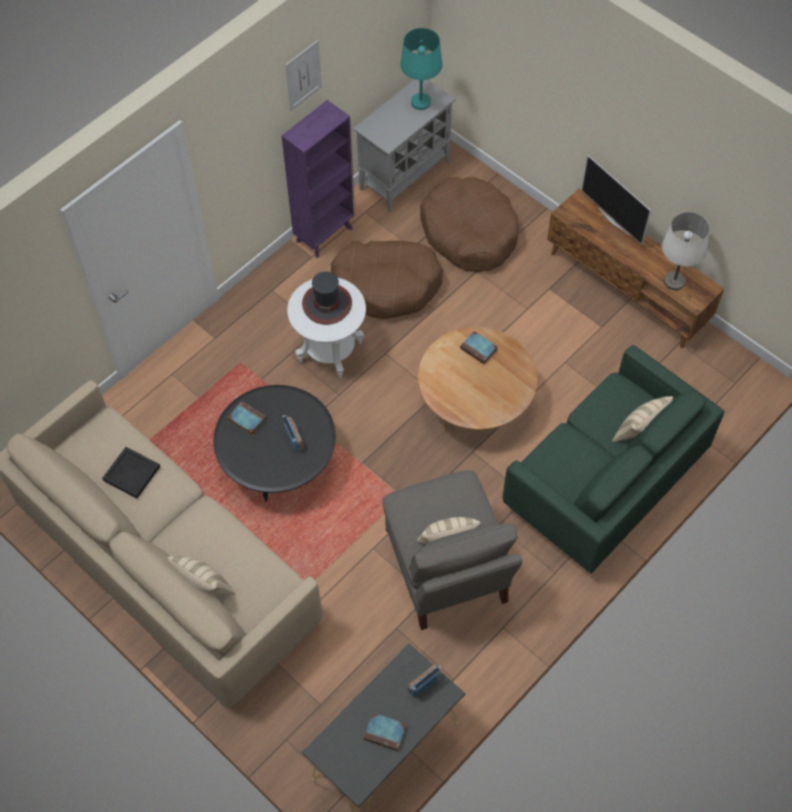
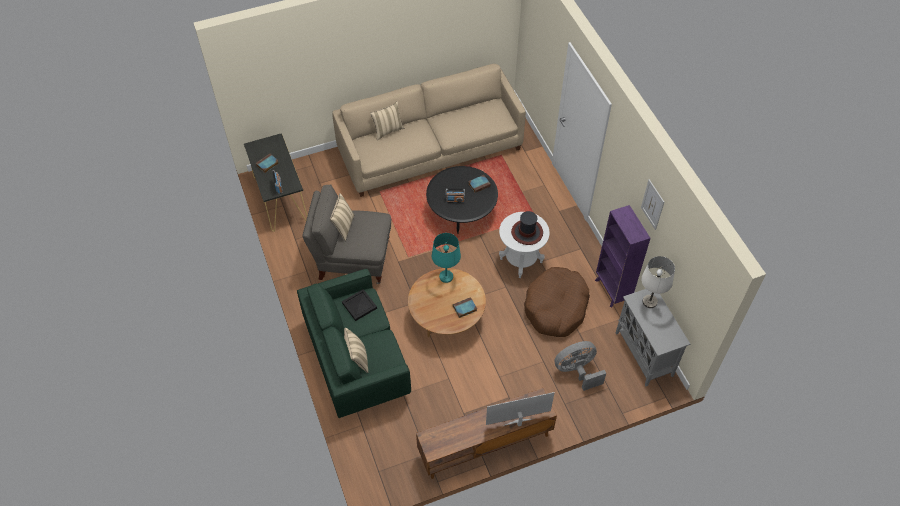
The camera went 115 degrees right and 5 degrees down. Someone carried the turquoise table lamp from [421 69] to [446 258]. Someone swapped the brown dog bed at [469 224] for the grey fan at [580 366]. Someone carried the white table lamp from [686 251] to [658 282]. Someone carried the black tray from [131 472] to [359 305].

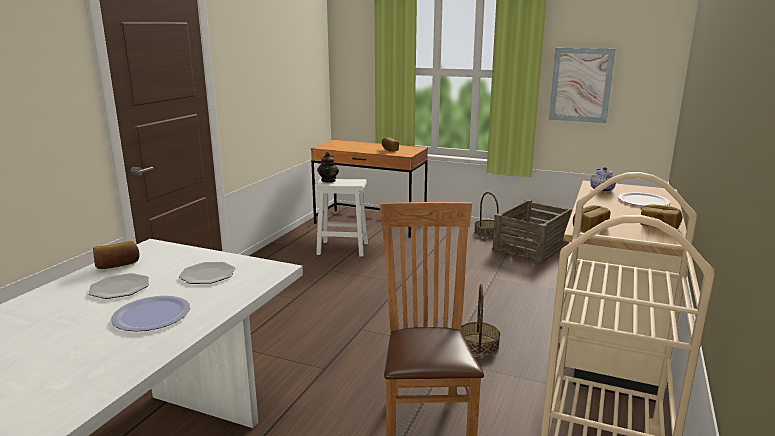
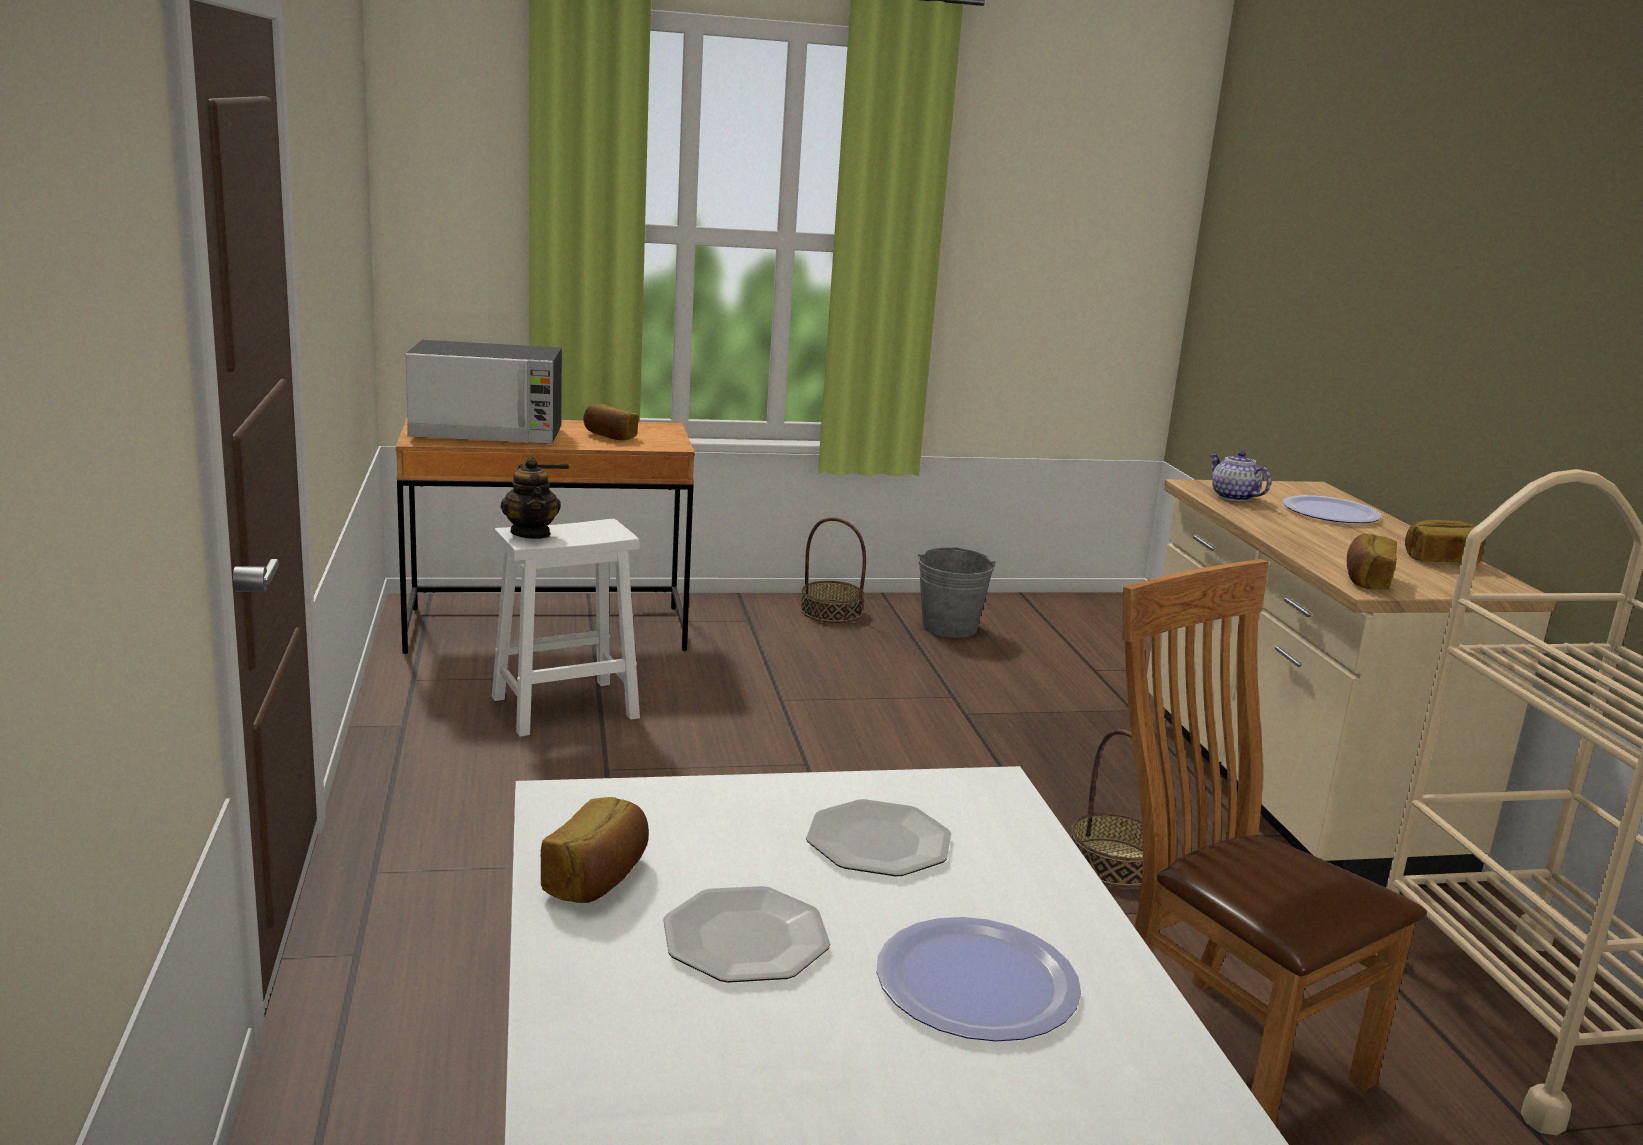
The camera went 35 degrees left and 0 degrees up. Someone took away the picture at [582 85]. Someone swapped the crate at [532 231] for the grey bucket at [957 592]. Someone put down the microwave at [484 392].

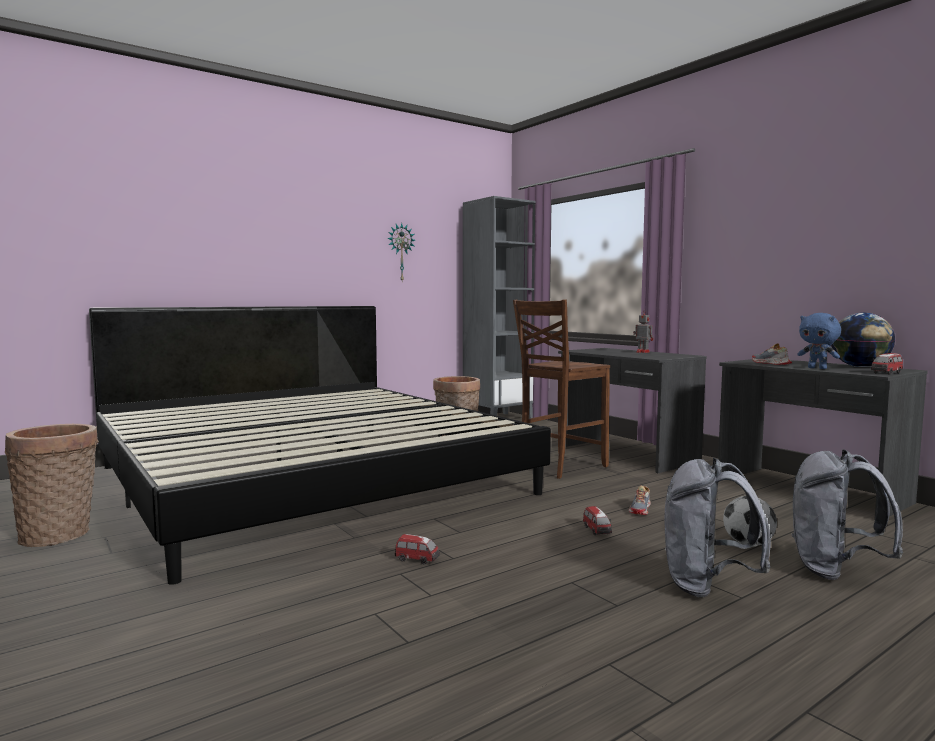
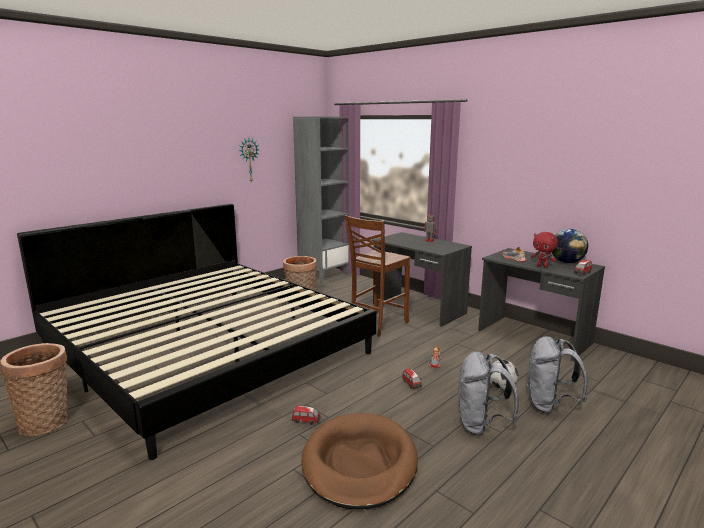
The camera went 10 degrees left and 10 degrees up. Someone repainted the blue plush toy at [819 341], which became the red plush toy at [544 250]. Someone put down the brown dog bed at [360 461].

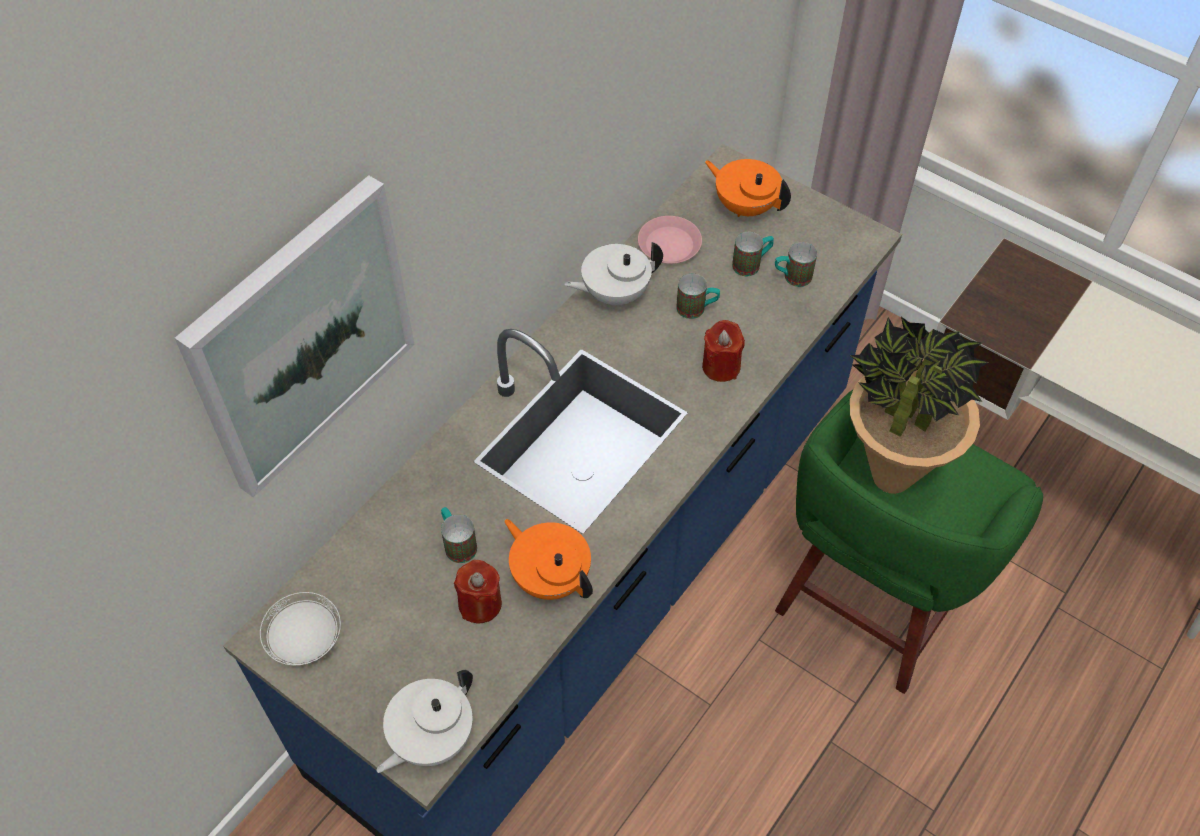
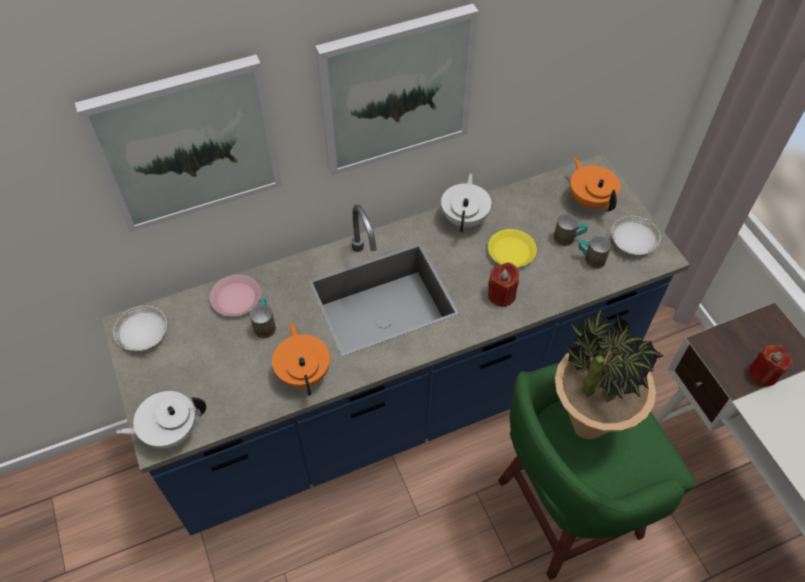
The camera went 30 degrees right and 0 degrees up. Someone carried the pink plate from [670 240] to [235 296]. Someone rotated the white teapot at [613 274] by 90 degrees clockwise. Someone swapped the mug at [698 296] for the yellow plate at [512 248]. Someone carried the red candle from [478 591] to [771 365]. Someone put up the picture at [397 90]. Someone put down the white plate at [636 235].

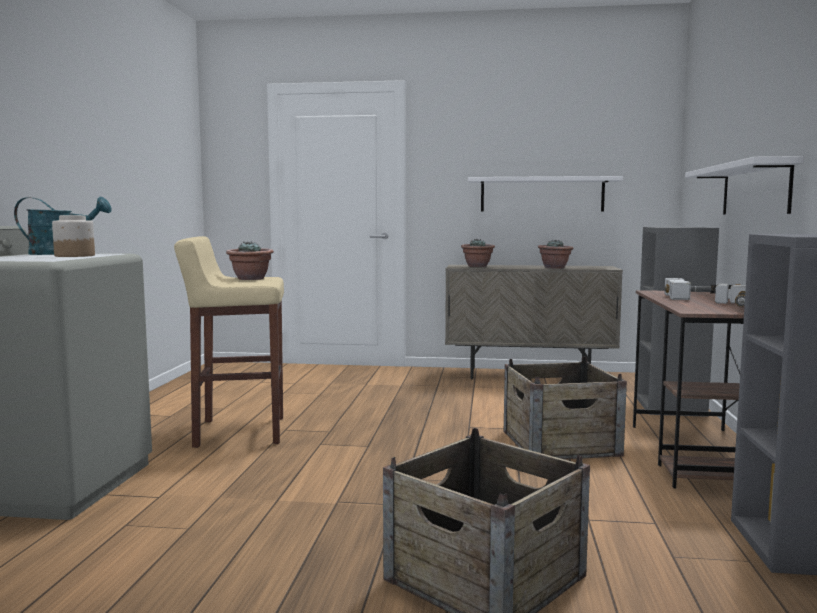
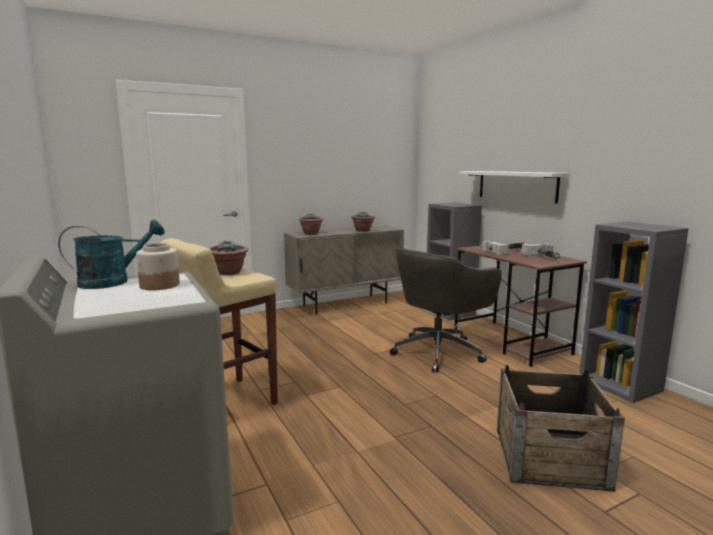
The camera went 35 degrees left and 5 degrees up. Someone took away the white shelf at [545 194]. Someone swapped the crate at [565 407] for the grey office chair at [445 310].

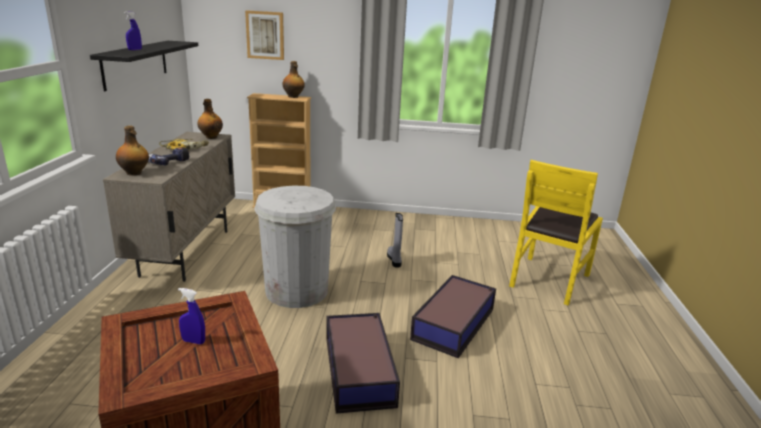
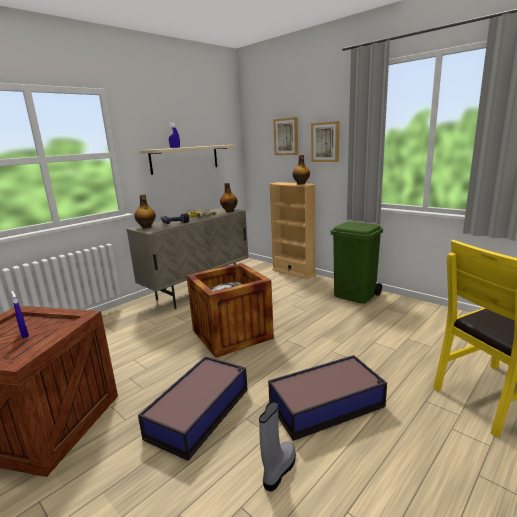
The camera went 40 degrees right and 5 degrees down. Someone repainted the black shelf at [144 66], which became the beige shelf at [188 160]. Someone swapped the white trash can at [295 247] for the crate at [230 310]. Someone carried the grey boot from [395 240] to [277 446]. Someone put up the picture at [325 141]. Someone put down the green trash can at [357 262].

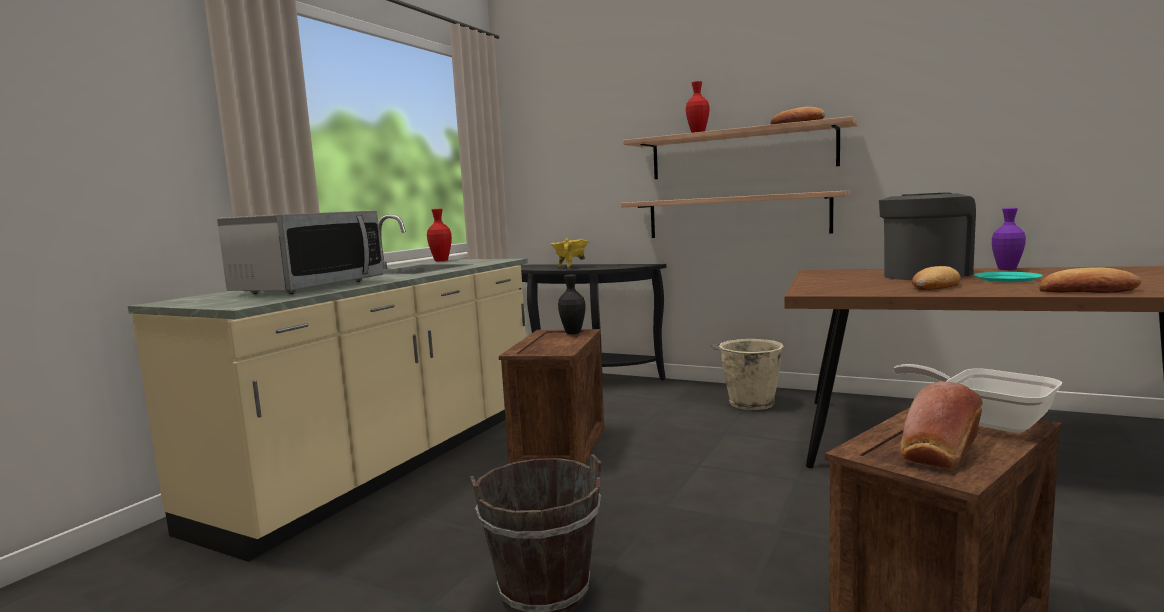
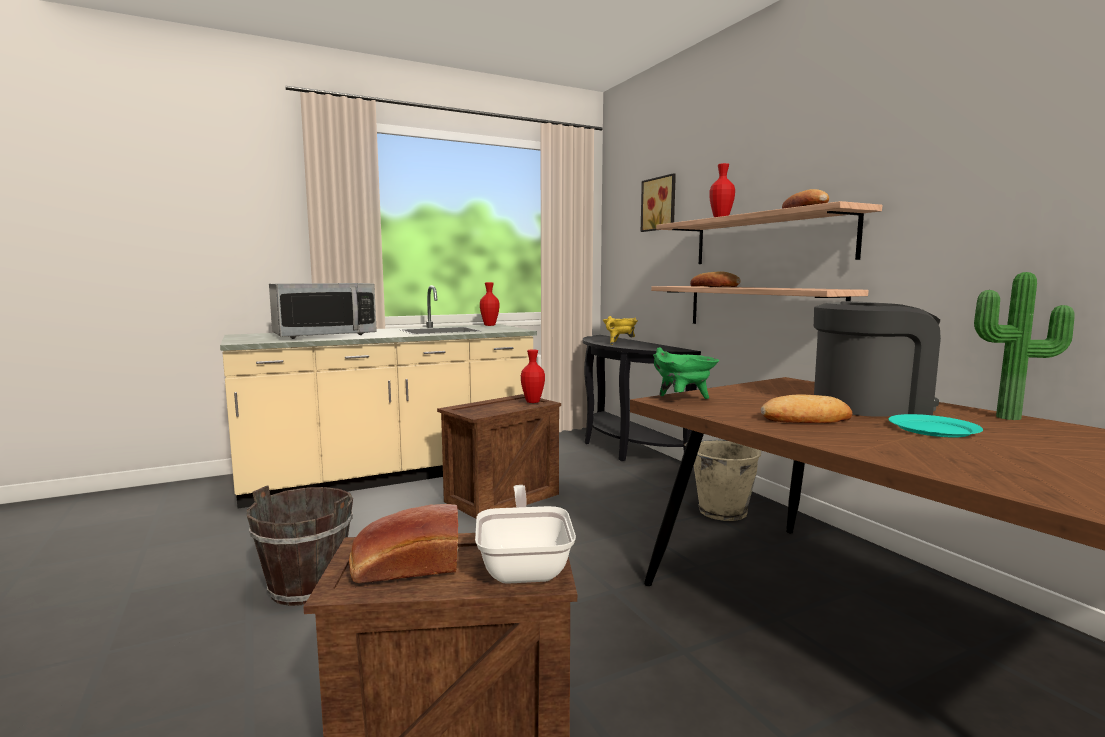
The camera went 35 degrees right and 0 degrees up. Someone swapped the purple vase at [1009 239] for the potted plant at [1024 346]. Someone carried the bread from [1090 280] to [715 279]. Someone repainted the black vase at [571 304], which became the red vase at [533 376]. Someone put up the picture at [658 202]. Someone put down the green cooking pot at [686 373].

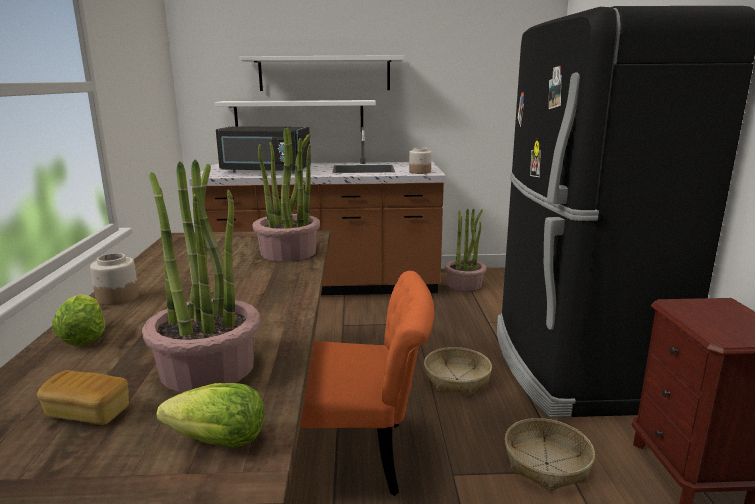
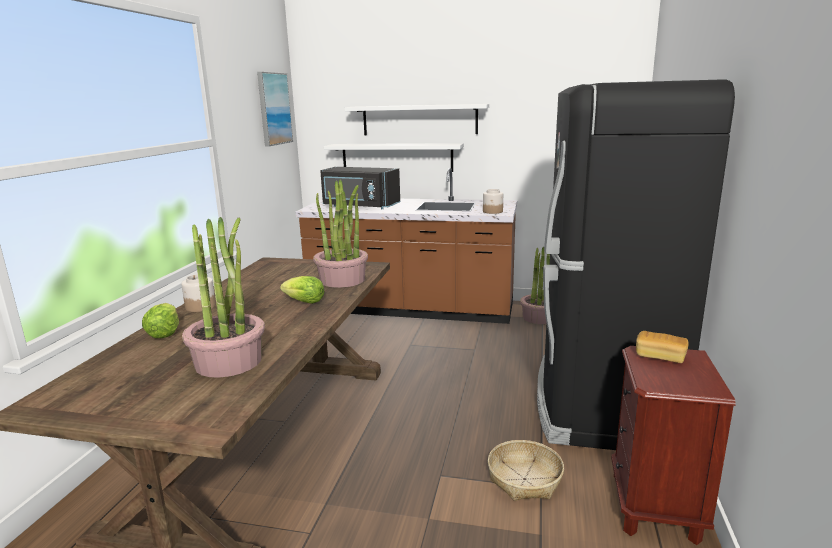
The camera went 15 degrees right and 0 degrees up. Someone took away the orange chair at [367 383]. Someone took away the basket at [458 371]. Someone carried the bread from [83 397] to [662 347]. Someone carried the lettuce from [211 415] to [302 290]. Someone put up the picture at [275 109].

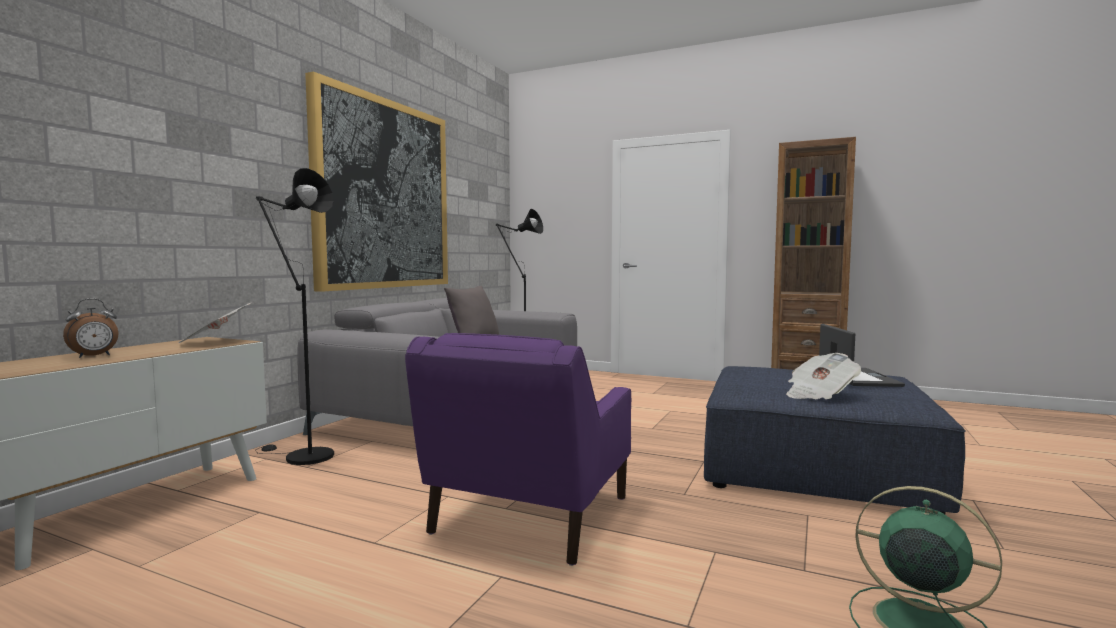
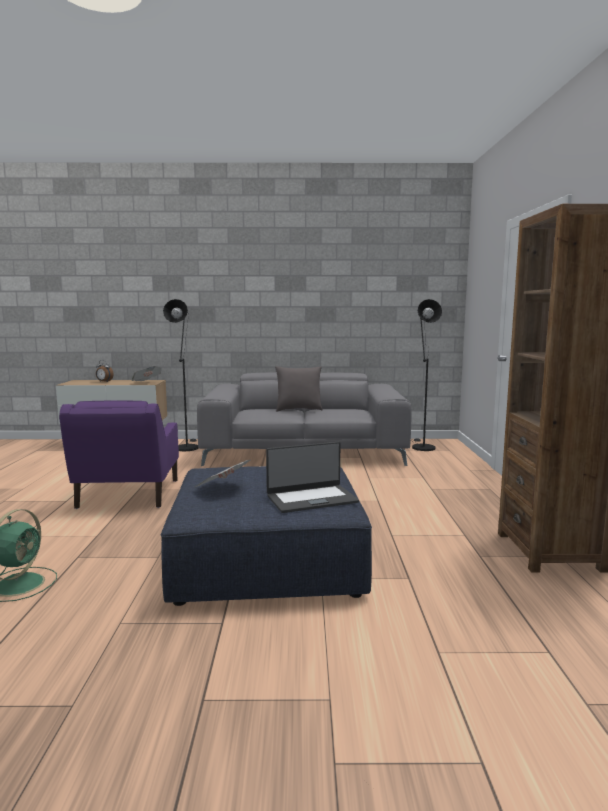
The camera went 65 degrees right and 5 degrees up. Someone took away the picture at [376 181]. Someone rotated the purple armchair at [518 449] by 90 degrees counterclockwise.

